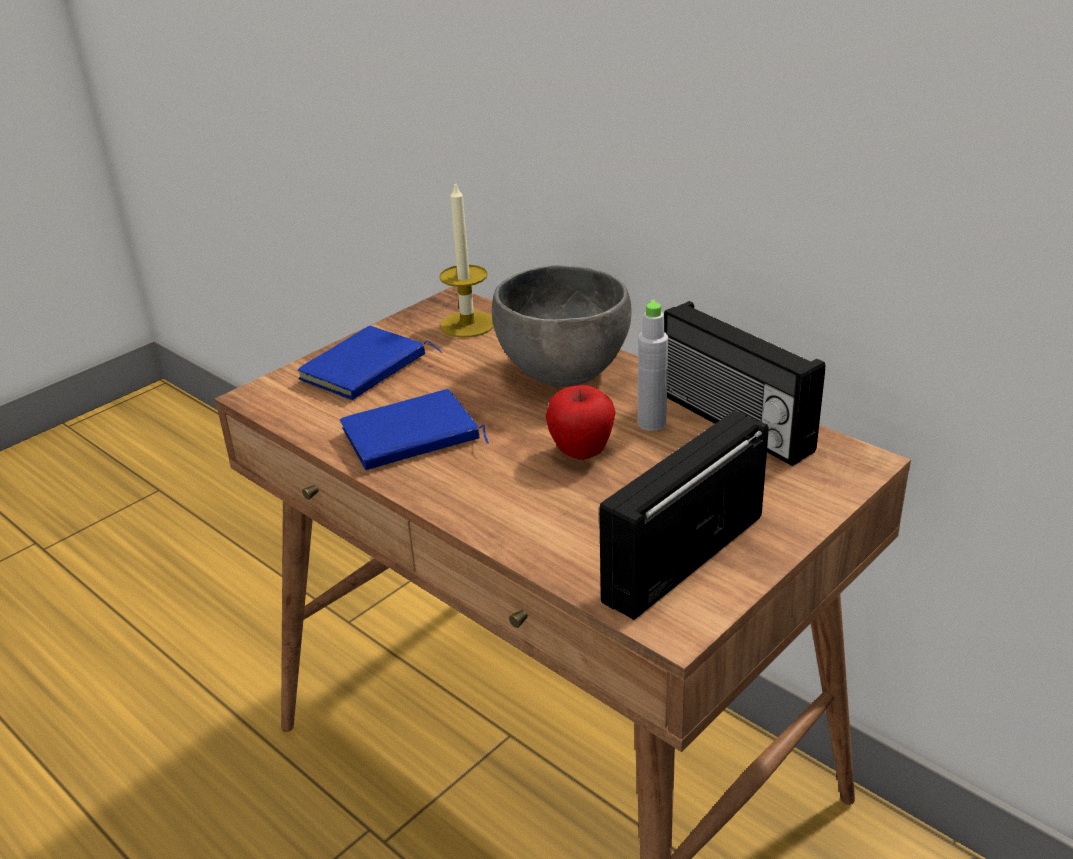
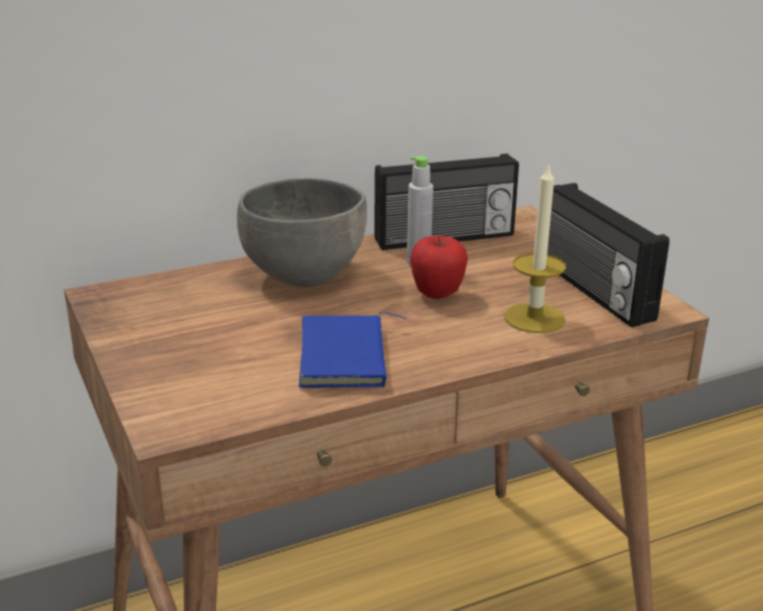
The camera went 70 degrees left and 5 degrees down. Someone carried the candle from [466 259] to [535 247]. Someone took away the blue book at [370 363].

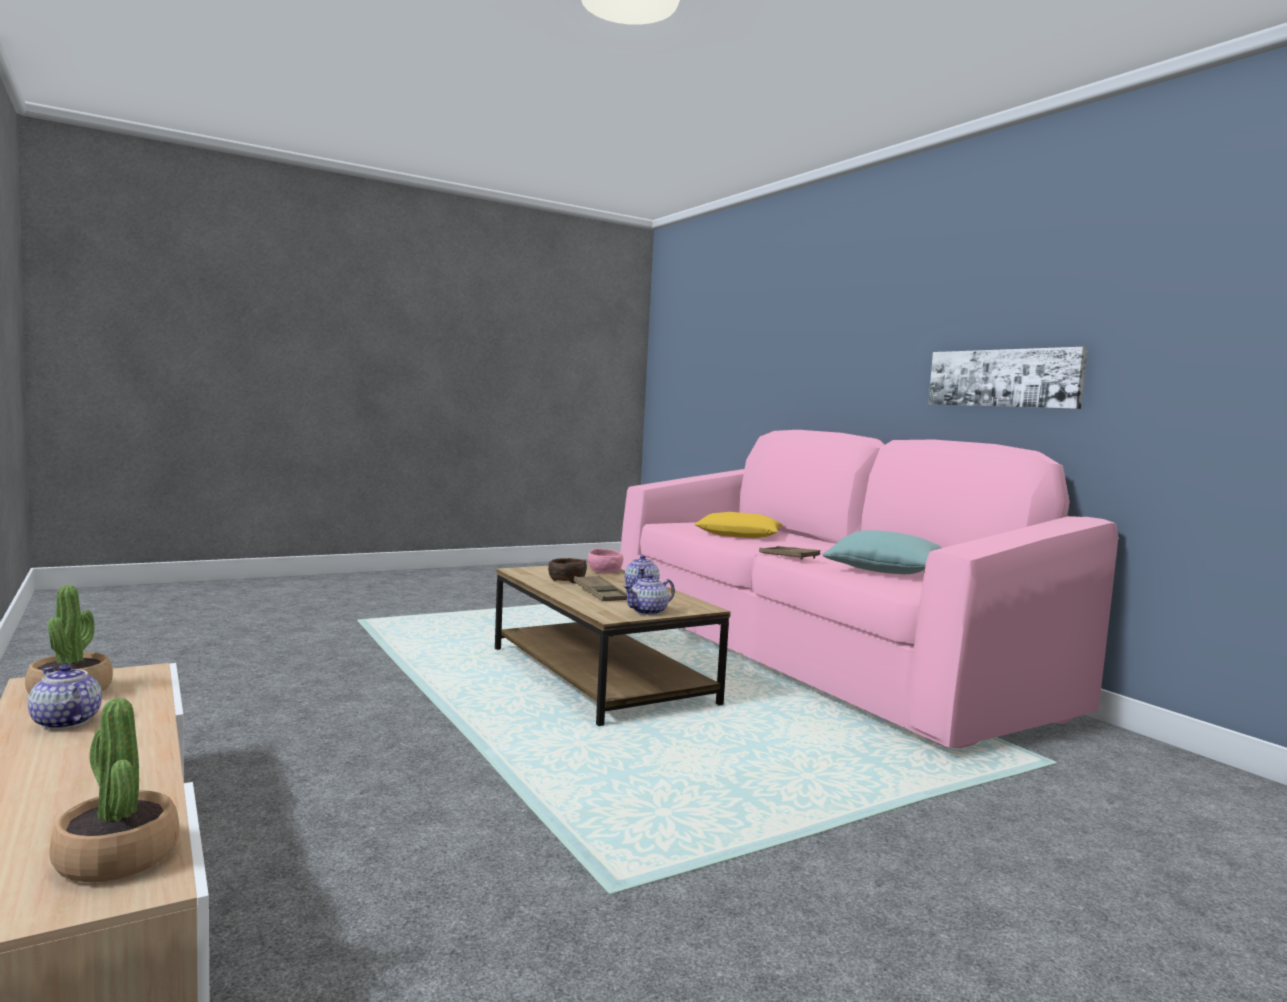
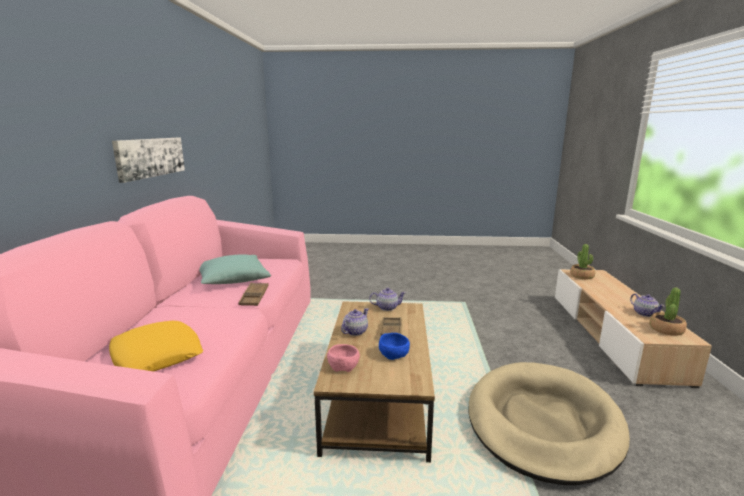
The camera went 145 degrees left and 10 degrees up. Someone repainted the brown bowl at [567 570], which became the blue bowl at [394 346]. Someone put down the beige dog bed at [549 423].

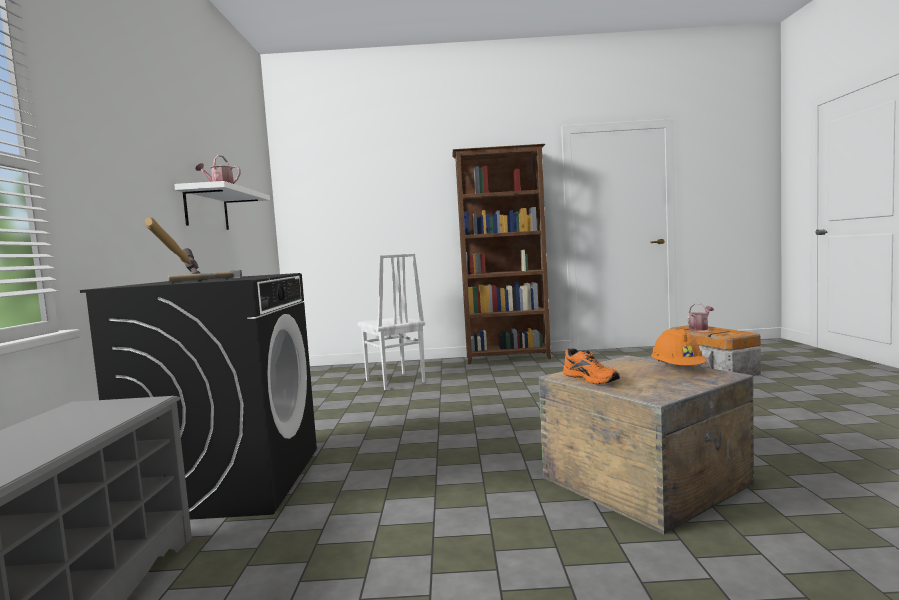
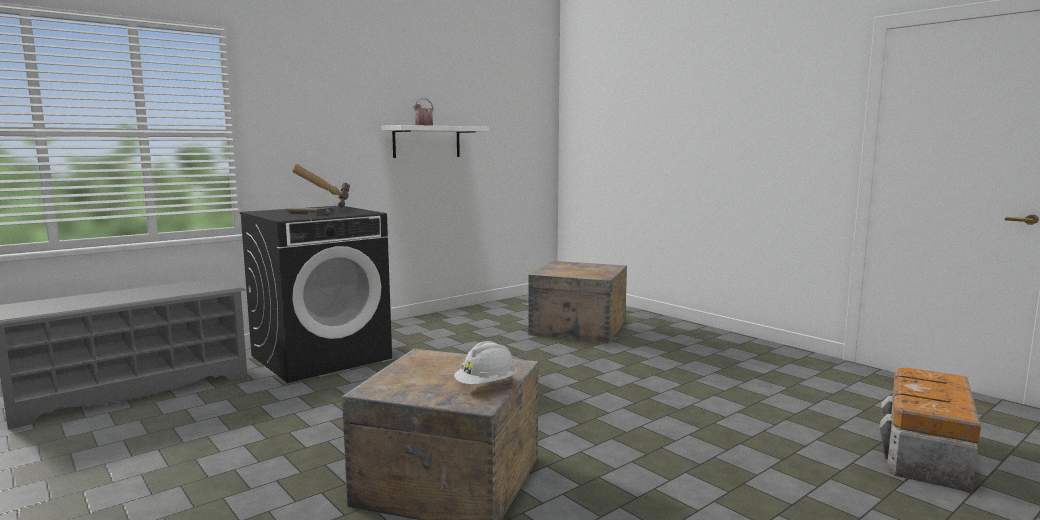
The camera went 50 degrees right and 5 degrees up. Someone took away the brown bookcase at [501 254]. Someone swapped the white chair at [391 321] for the crate at [577 302]. Someone took away the watering can at [700 316]. Someone repainted the orange hard hat at [679 347], which became the white hard hat at [485 363]. Someone took away the orange shoe at [591 366].

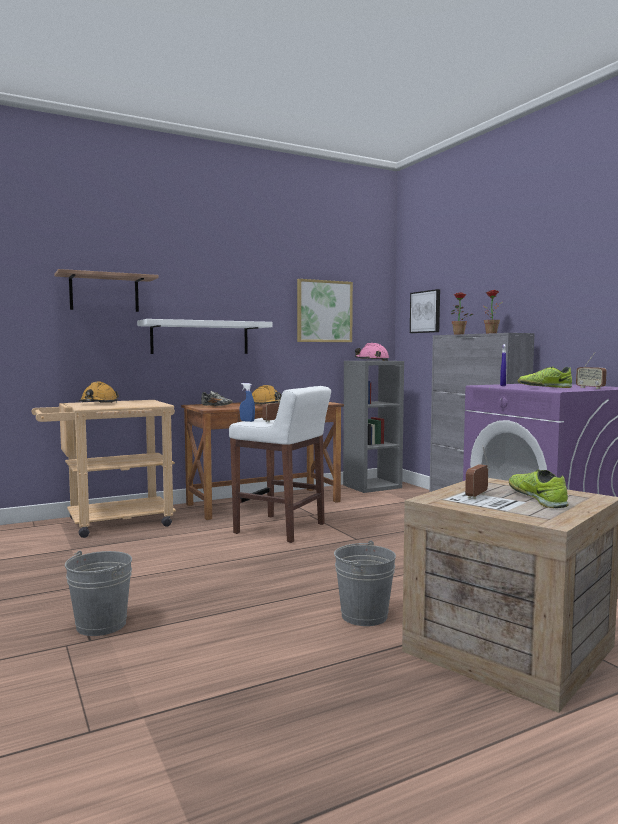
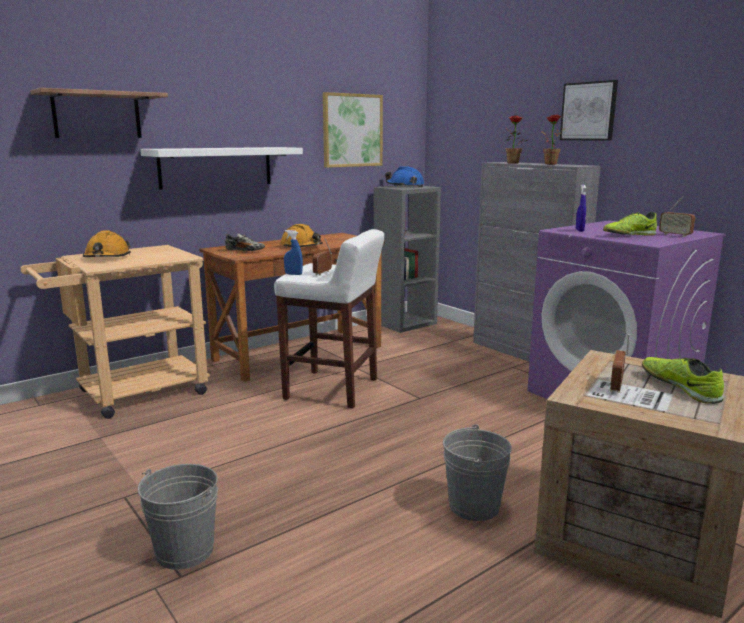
The camera went 10 degrees left and 10 degrees up. Someone carried the picture from [425 311] to [589 110]. Someone repainted the pink hard hat at [372 352], which became the blue hard hat at [404 177].

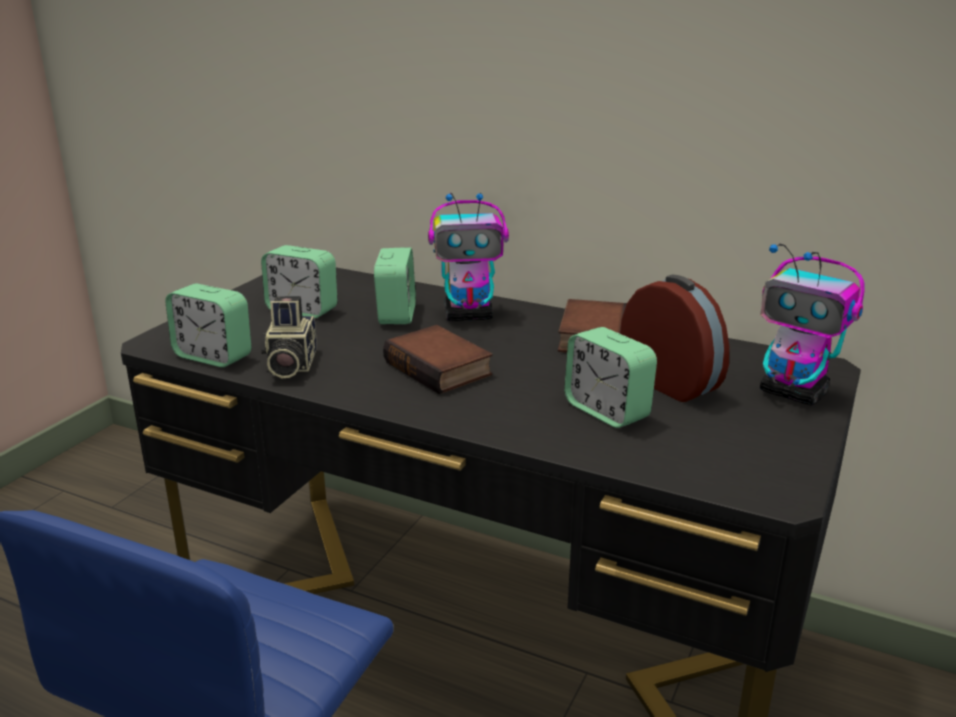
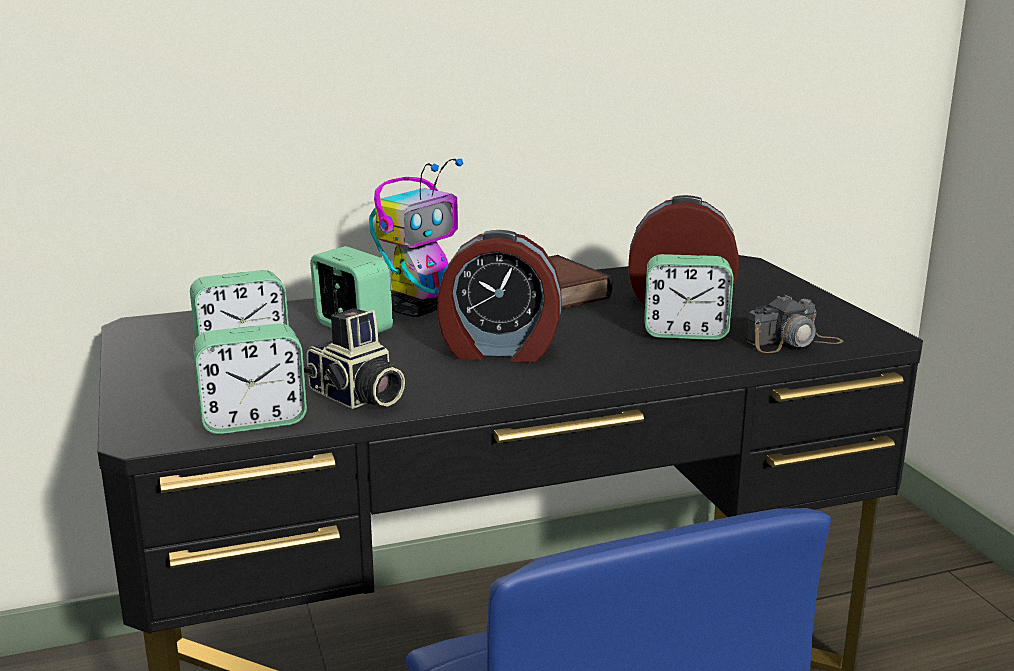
The camera went 45 degrees left and 5 degrees down. Someone took away the toy robot at [812 324]. Someone swapped the book at [438 359] for the alarm clock at [499 296]. Someone put down the photo camera at [794 324].

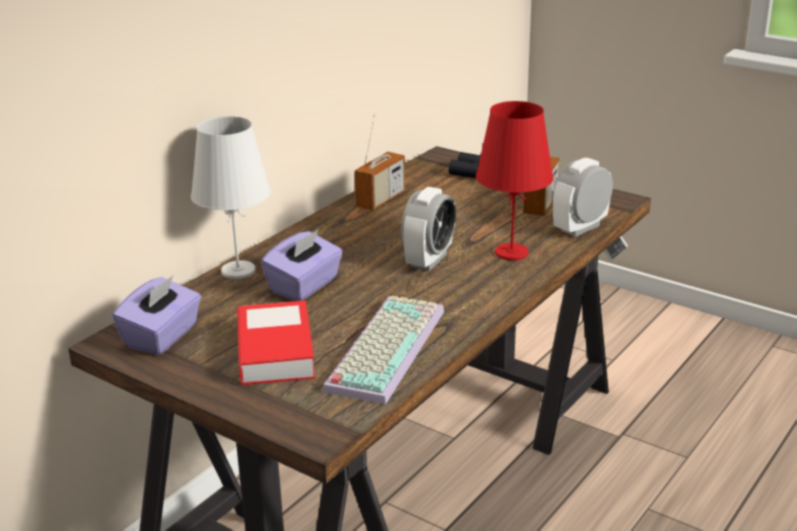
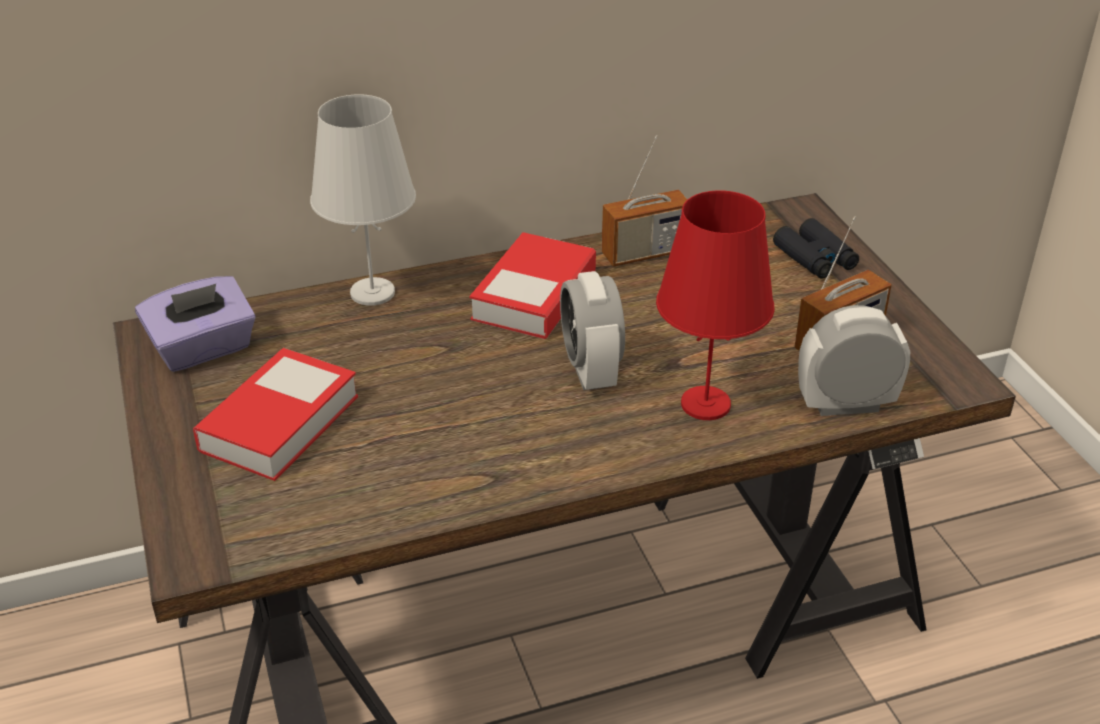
The camera went 35 degrees right and 10 degrees up. Someone rotated the alarm clock at [428 229] by 105 degrees clockwise. Someone took away the purple tissue box at [302 265]. Someone took away the keyboard at [383 350]. Someone put down the book at [533 285].

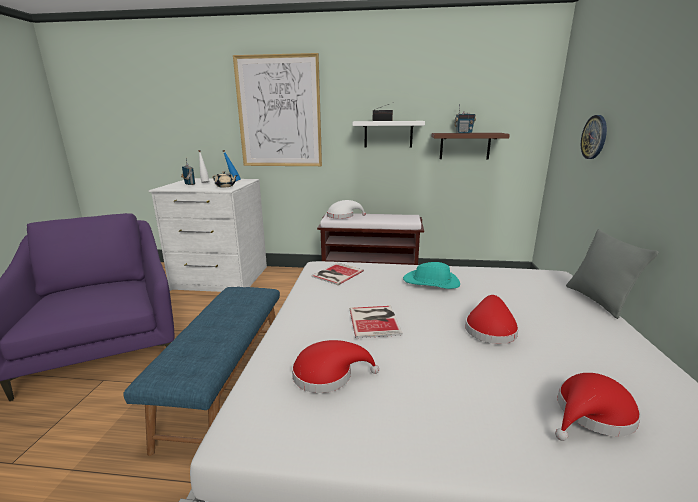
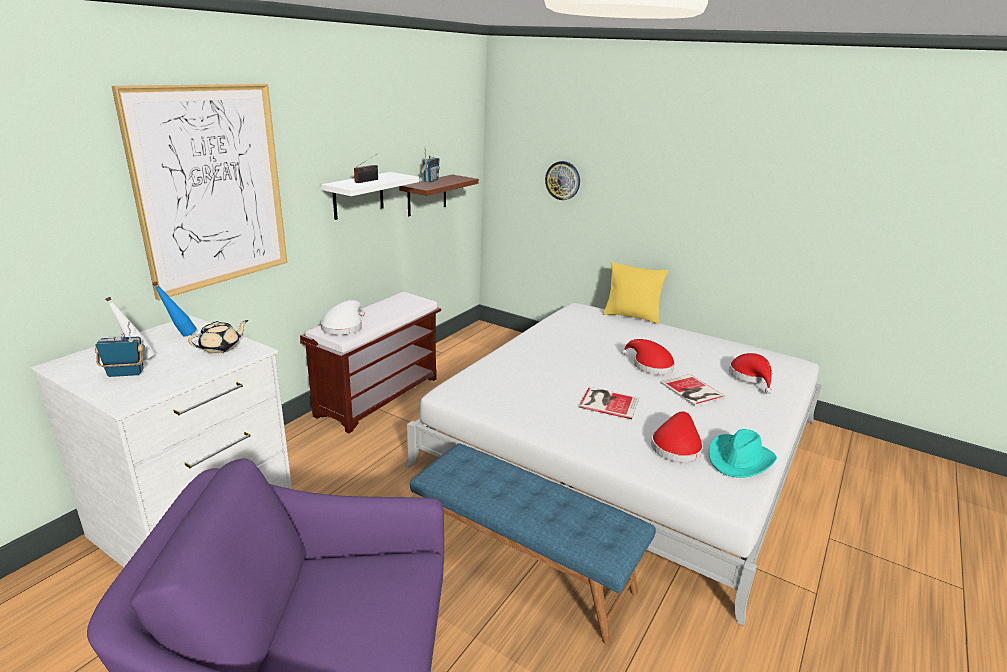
The camera went 65 degrees left and 5 degrees up. Someone repainted the grey pillow at [612 274], which became the yellow pillow at [635 293]. Someone carried the turquoise hat from [431 275] to [743 453]. Someone carried the book from [337 274] to [693 390].

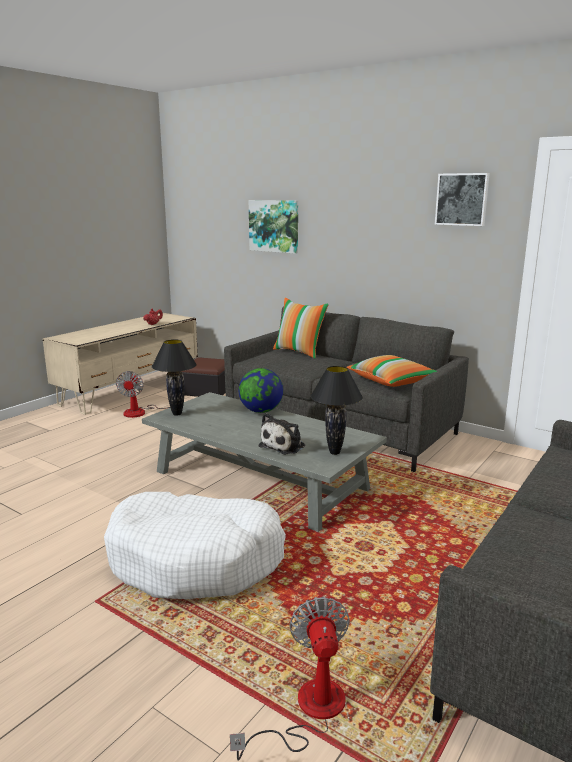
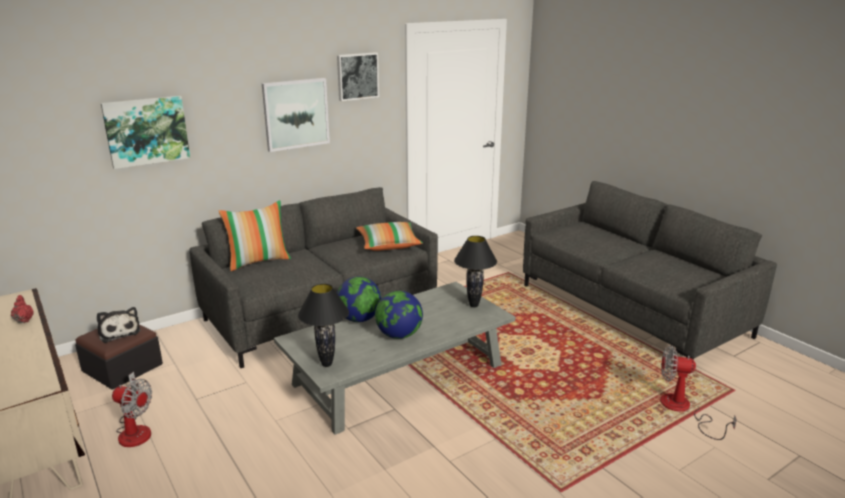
The camera went 70 degrees left and 5 degrees up. Someone carried the plush toy from [282 433] to [118 325]. Someone took away the white dog bed at [195 545]. Someone put up the picture at [296 115]. Someone put down the globe at [399 315].

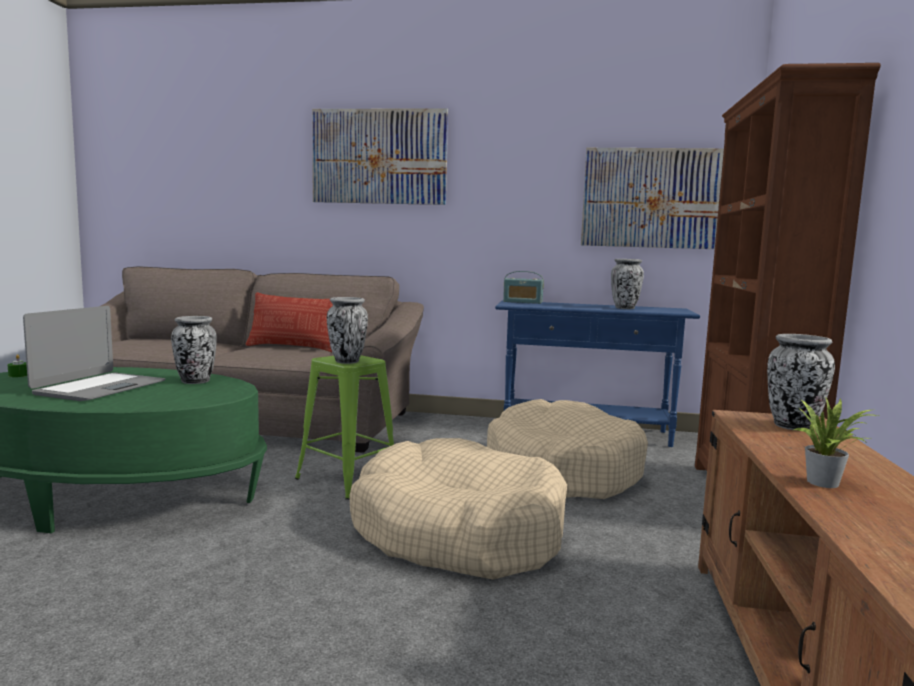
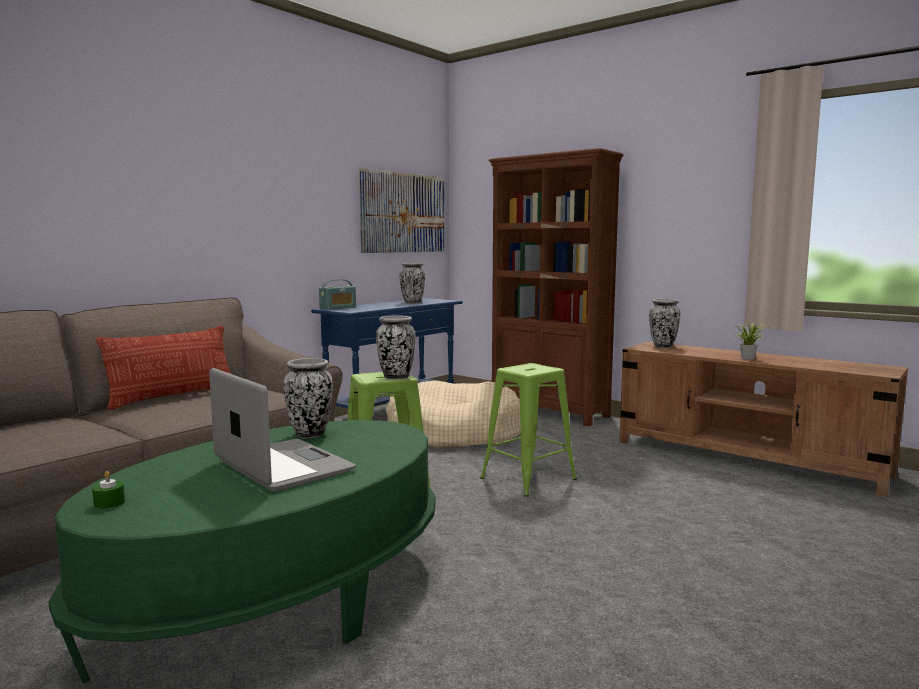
The camera went 60 degrees left and 0 degrees up. Someone took away the picture at [380 156]. Someone swapped the beige dog bed at [458 509] for the green stool at [528 430].

